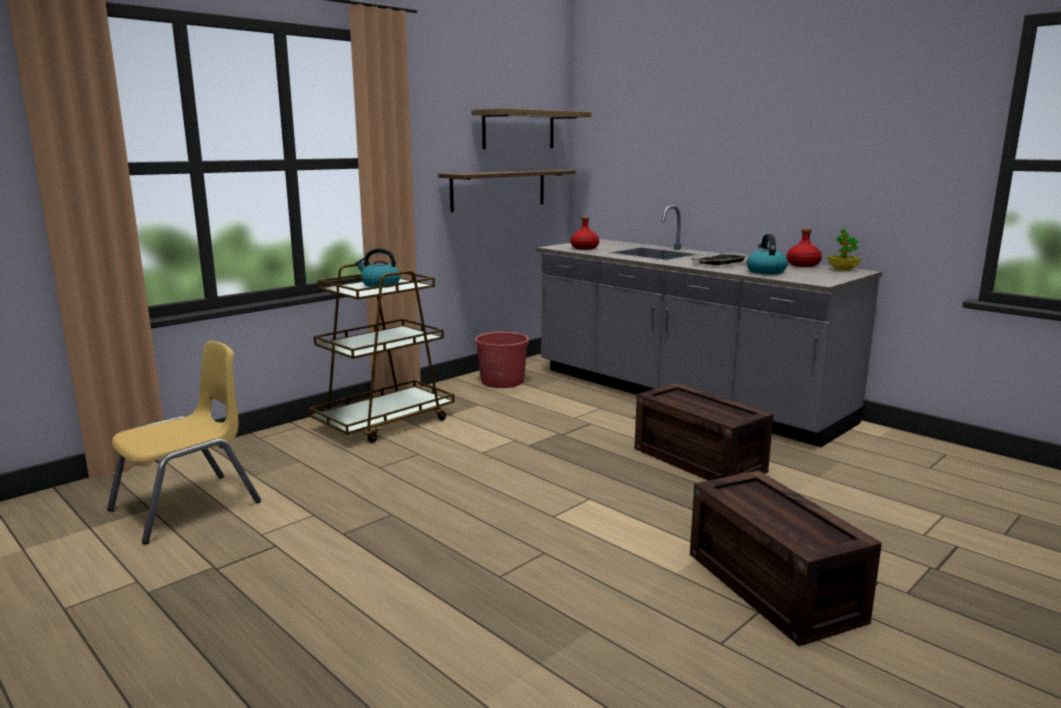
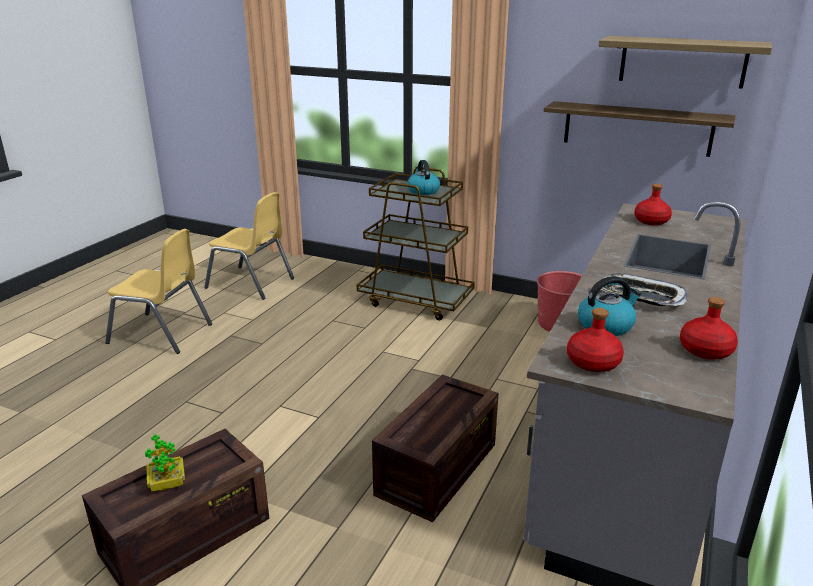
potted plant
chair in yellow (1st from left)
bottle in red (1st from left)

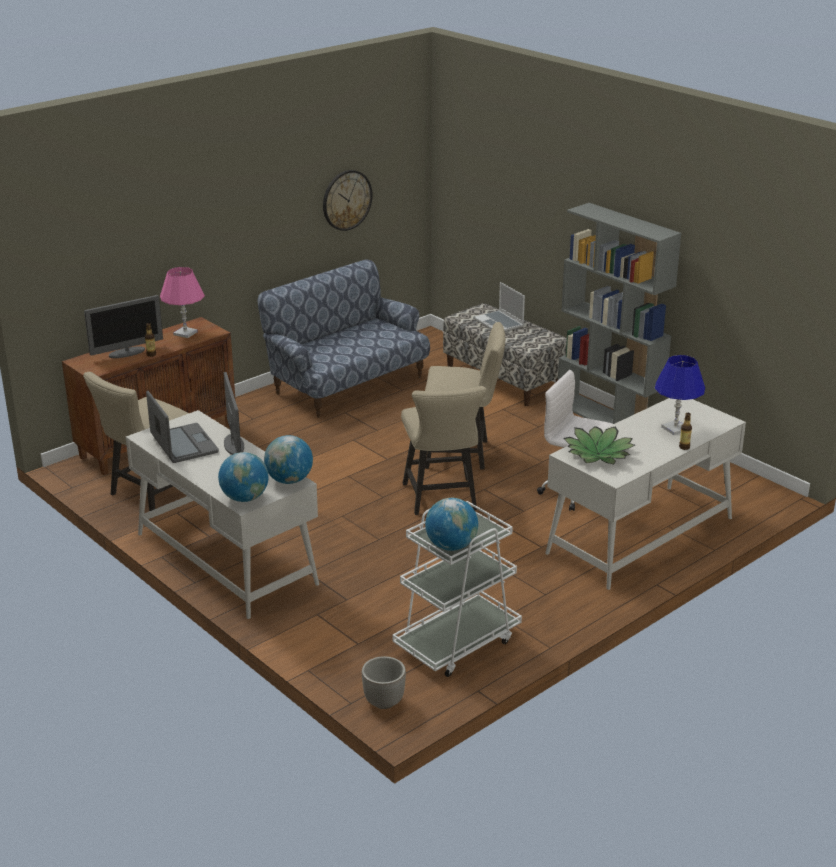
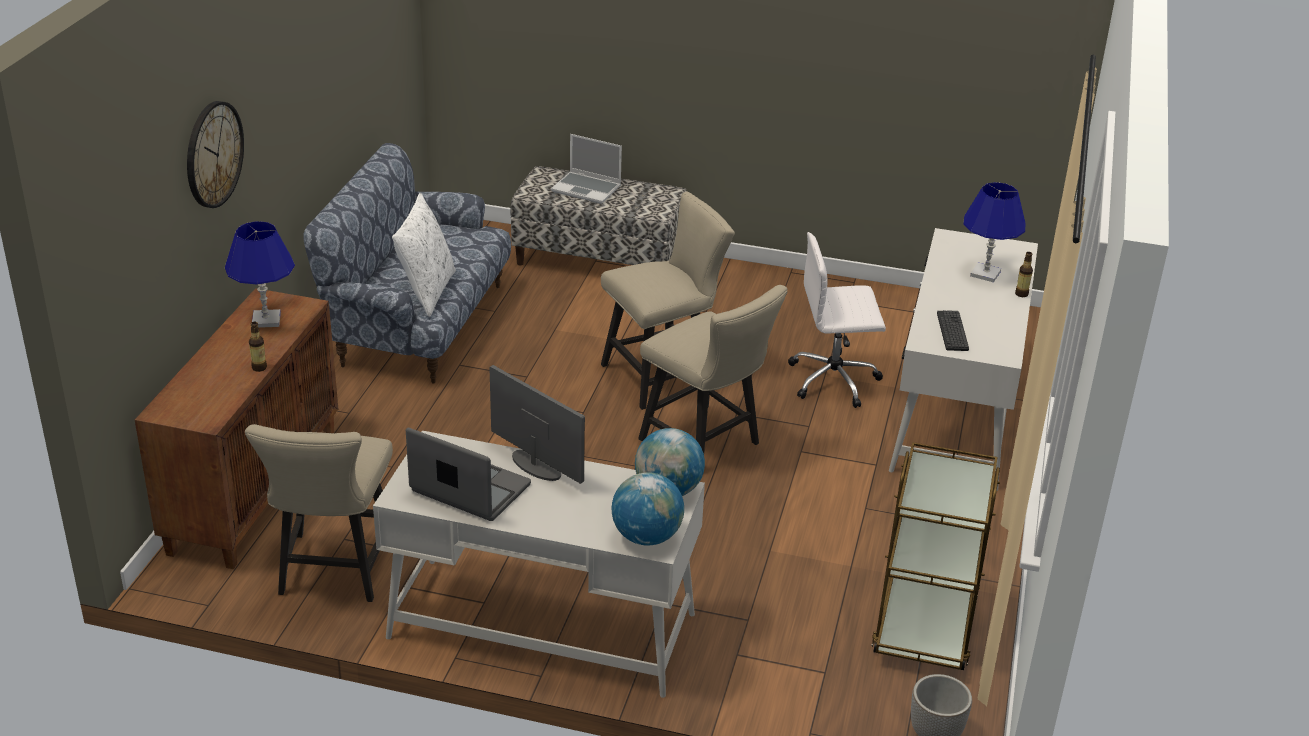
wall clock
bookcase in grey
table lamp in blue (1st from left)
monitor (1st from left in the first image)
keyboard
globe (3rd from left in the first image)
cart in brown
pillow in white

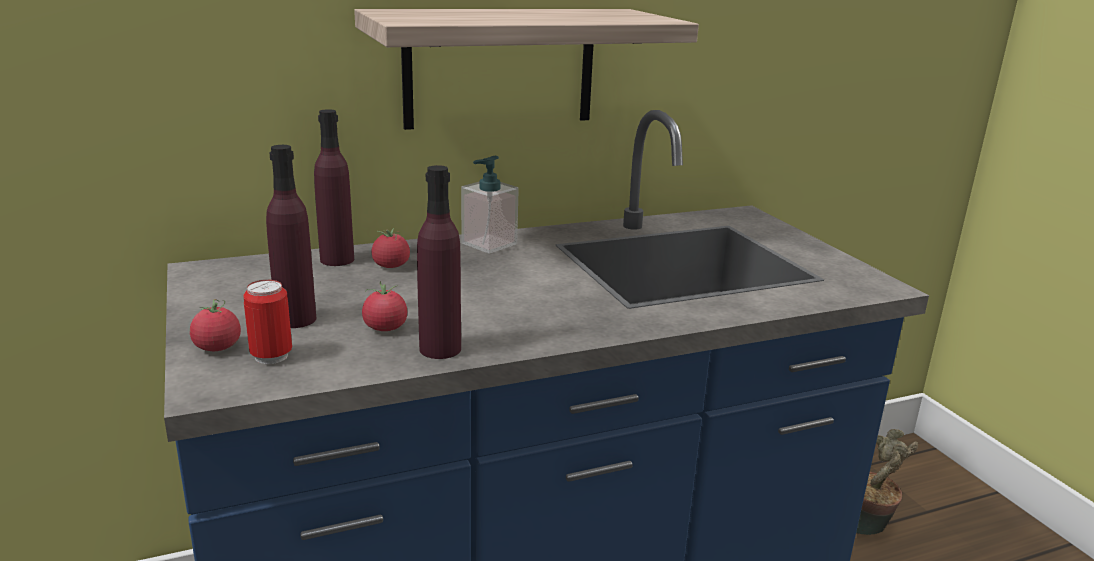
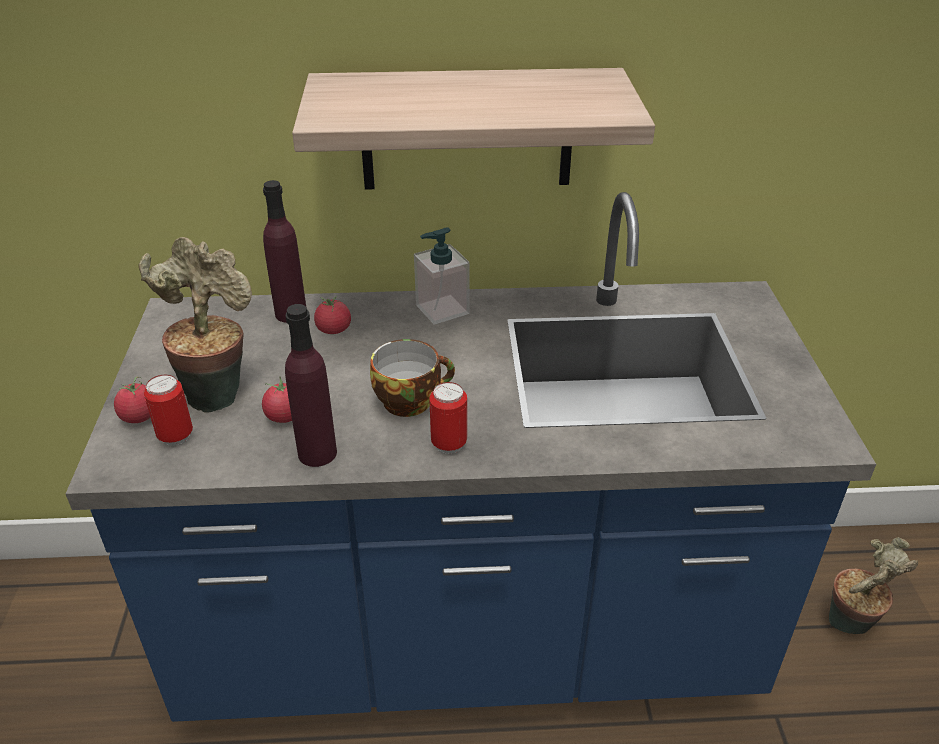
potted plant (1st from left)
cup
can (2nd from left)

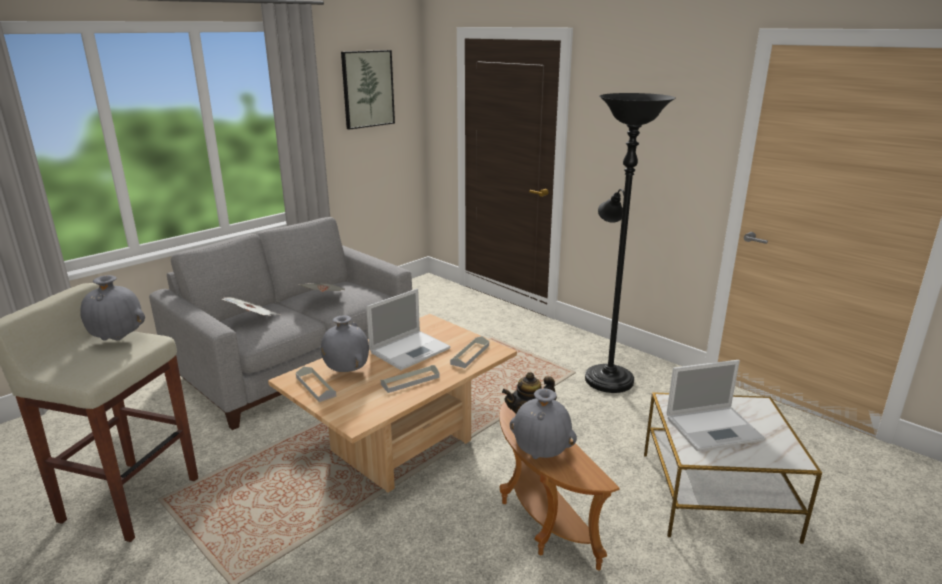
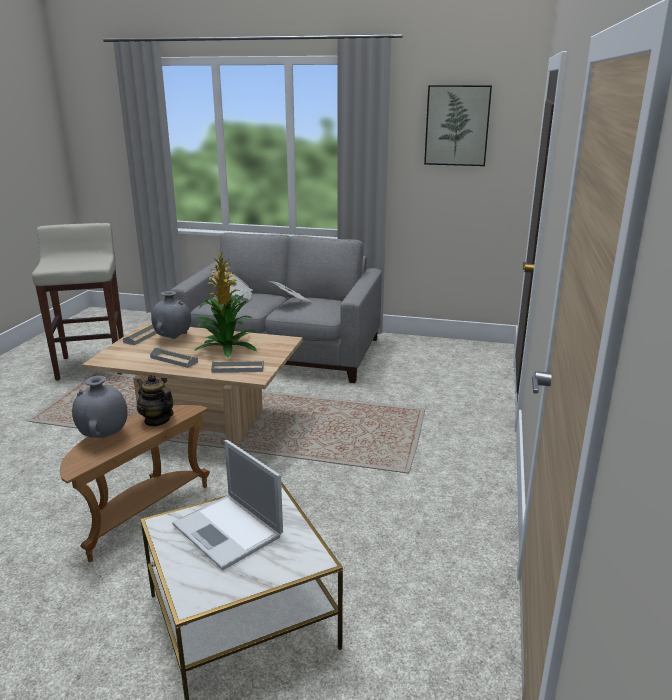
floor lamp in black
vase in grey (1st from left in the first image)
potted plant

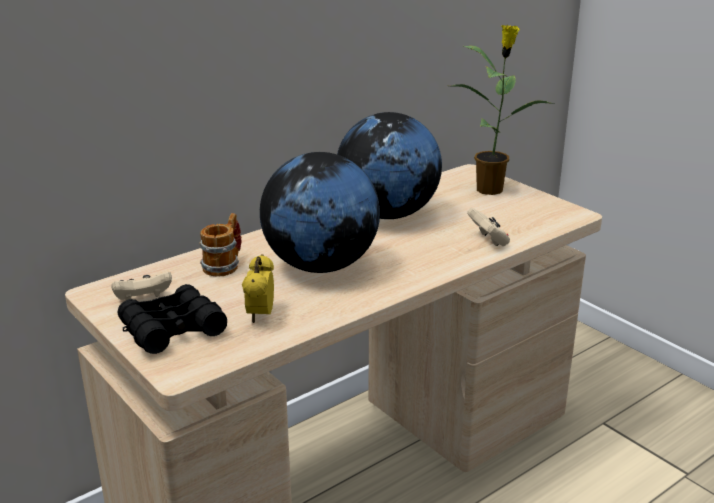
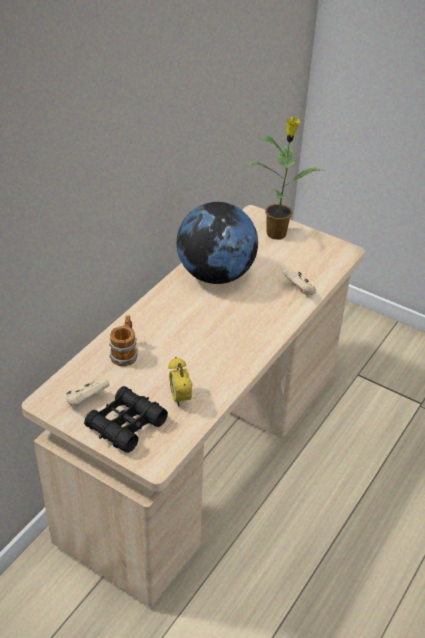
globe (1st from left in the first image)

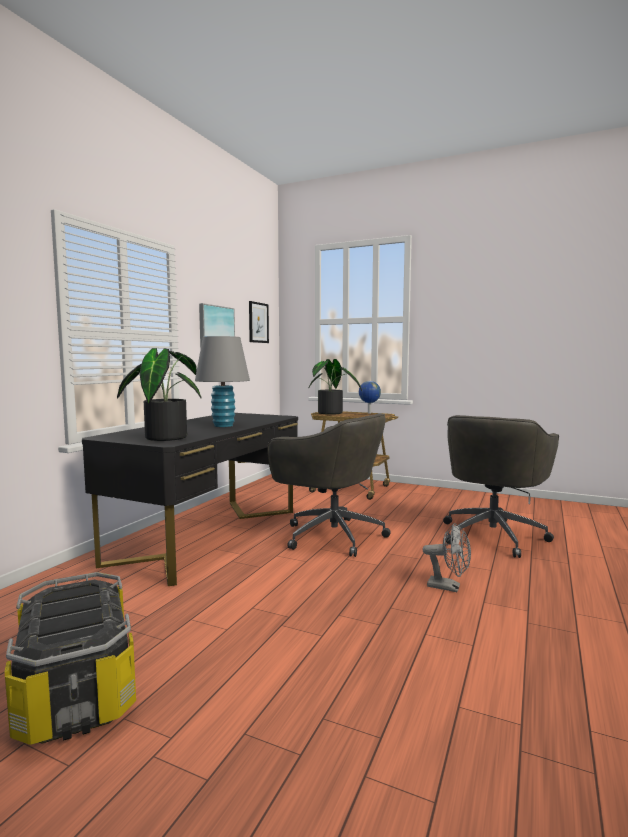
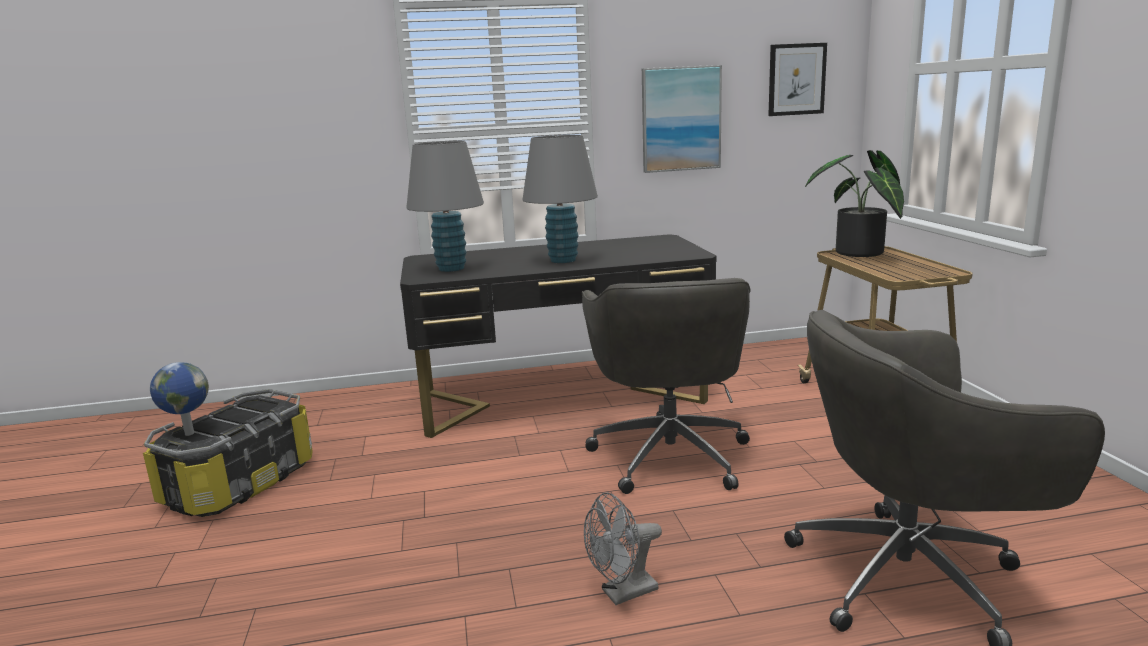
table lamp in grey (1st from left)
globe
fan in grey

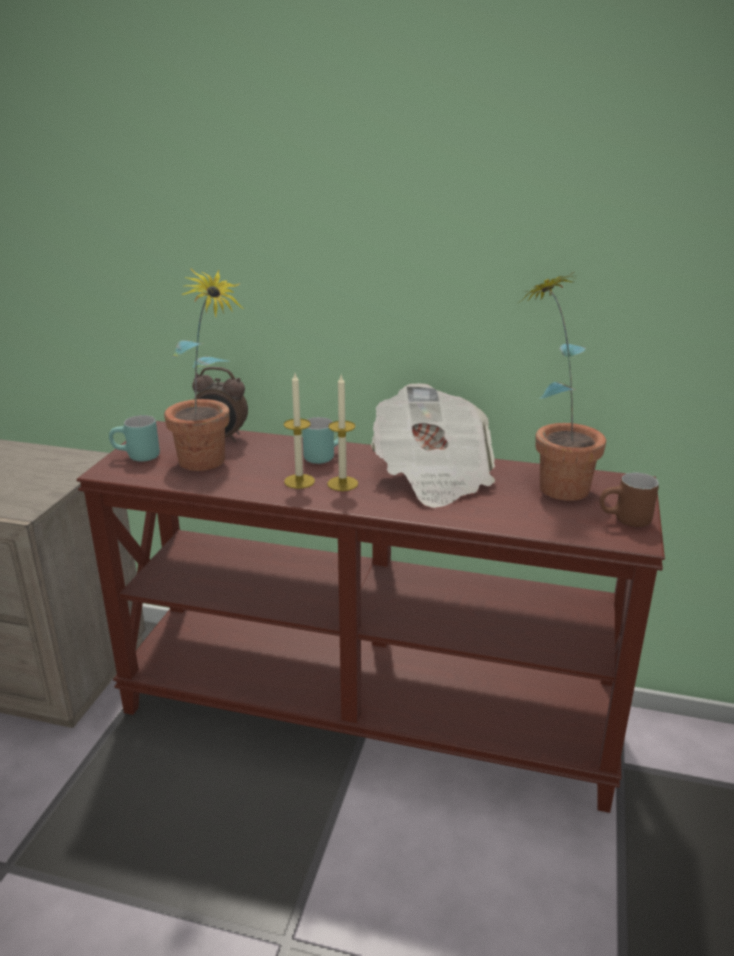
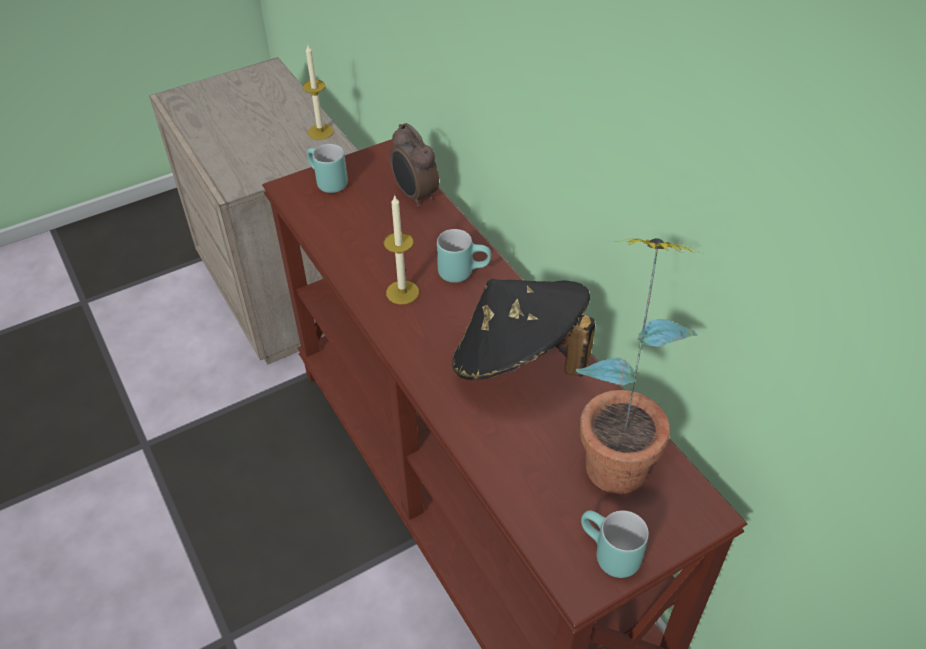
potted plant (1st from left in the first image)
candle (1st from left)
hat in black
mug in turquoise (3rd from left)

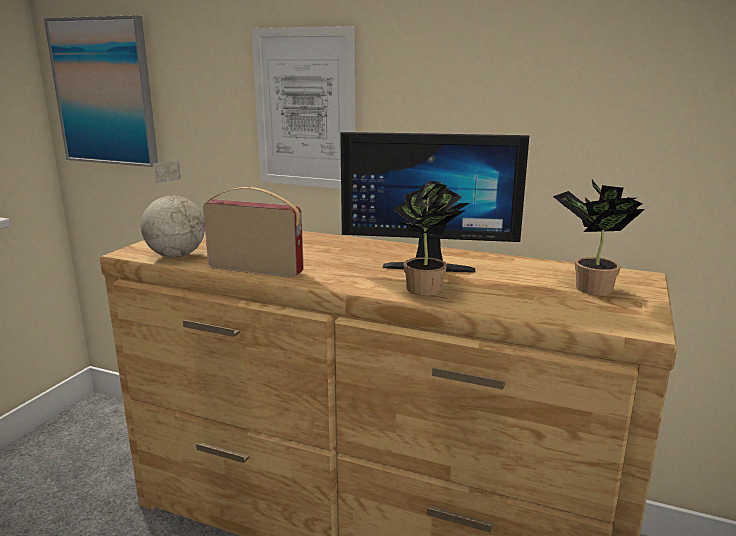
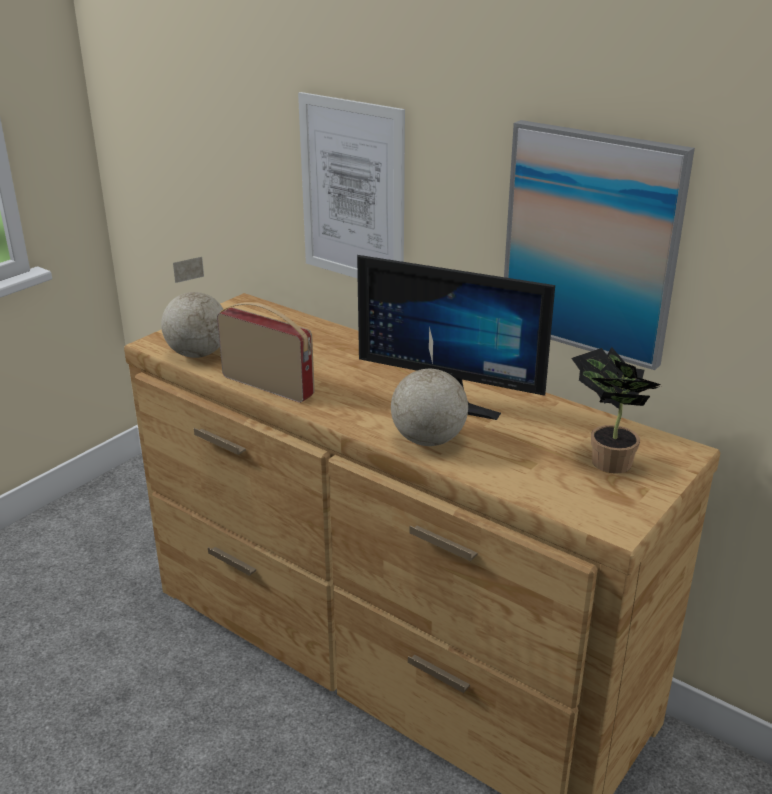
picture (2nd from left)
globe (2nd from left)

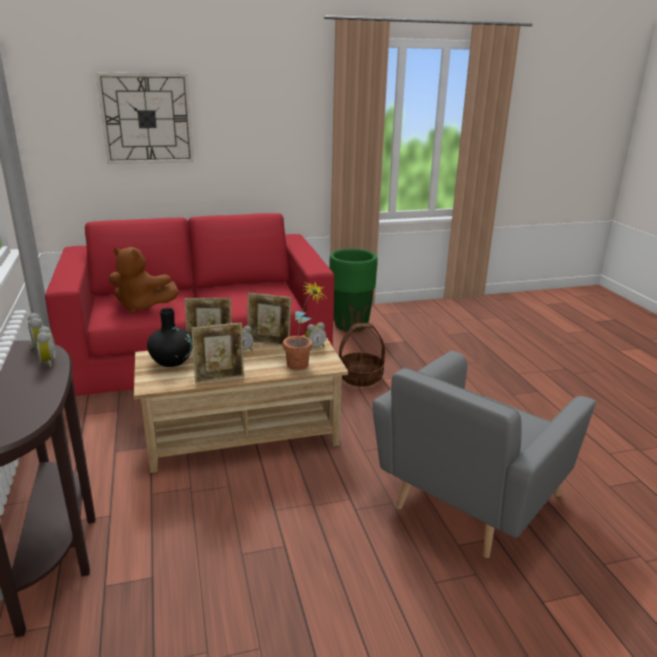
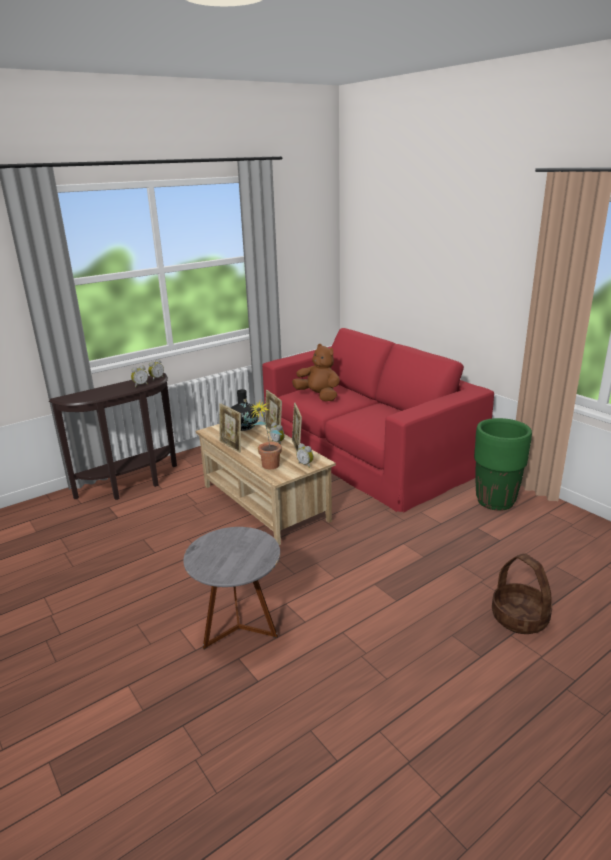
wall clock
plush toy in brown
basket
side table in grey

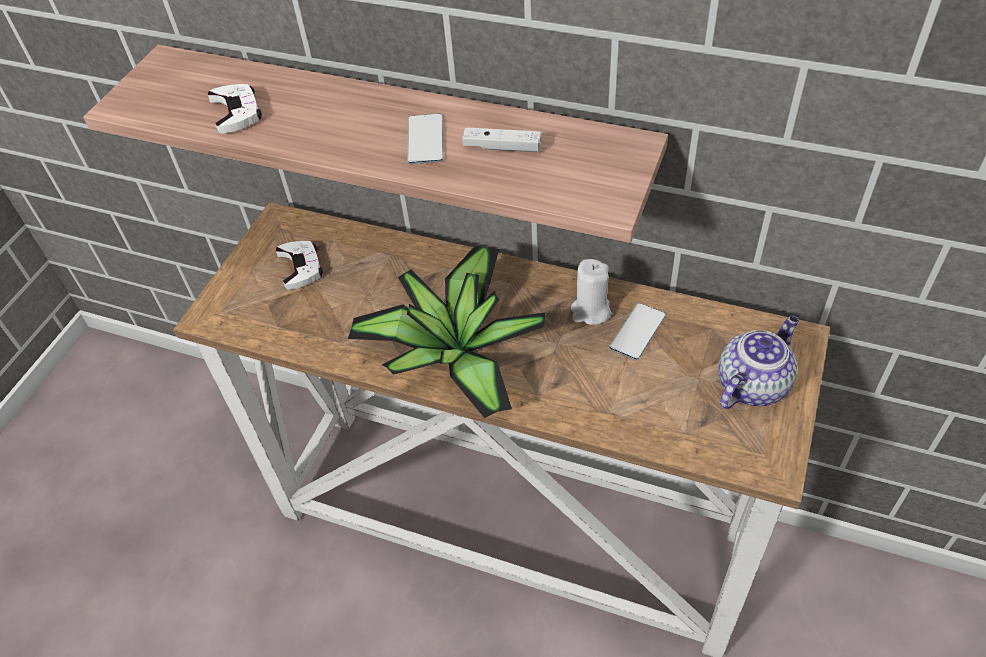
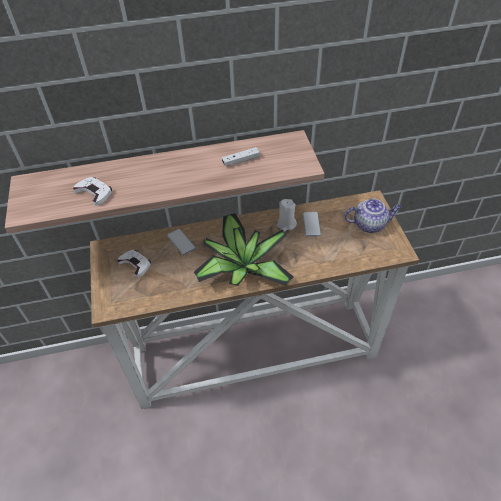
phone (1st from left)
teapot

